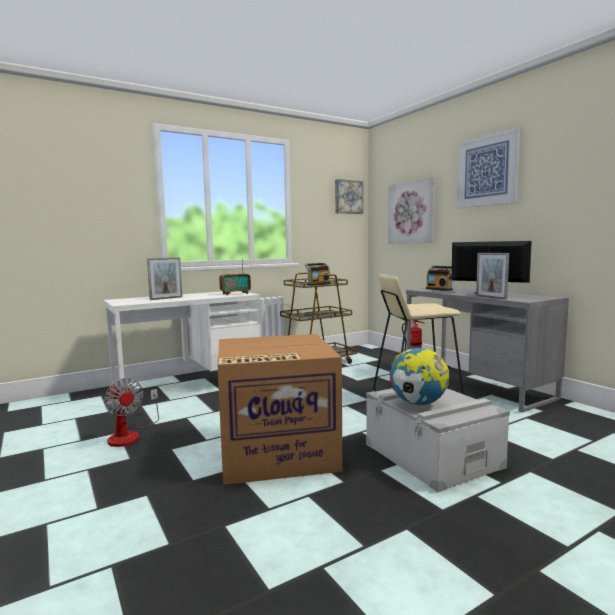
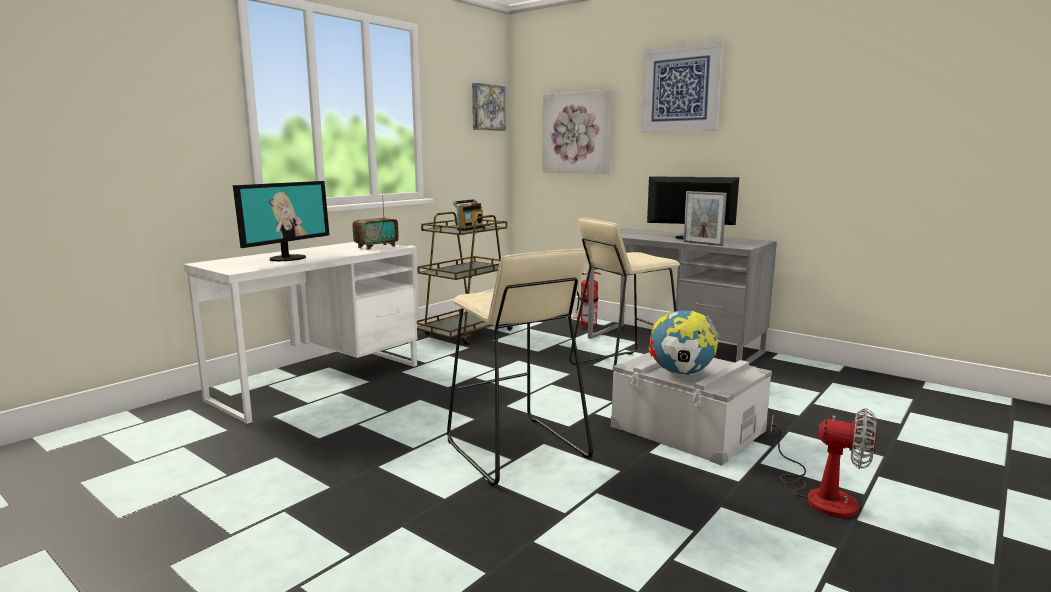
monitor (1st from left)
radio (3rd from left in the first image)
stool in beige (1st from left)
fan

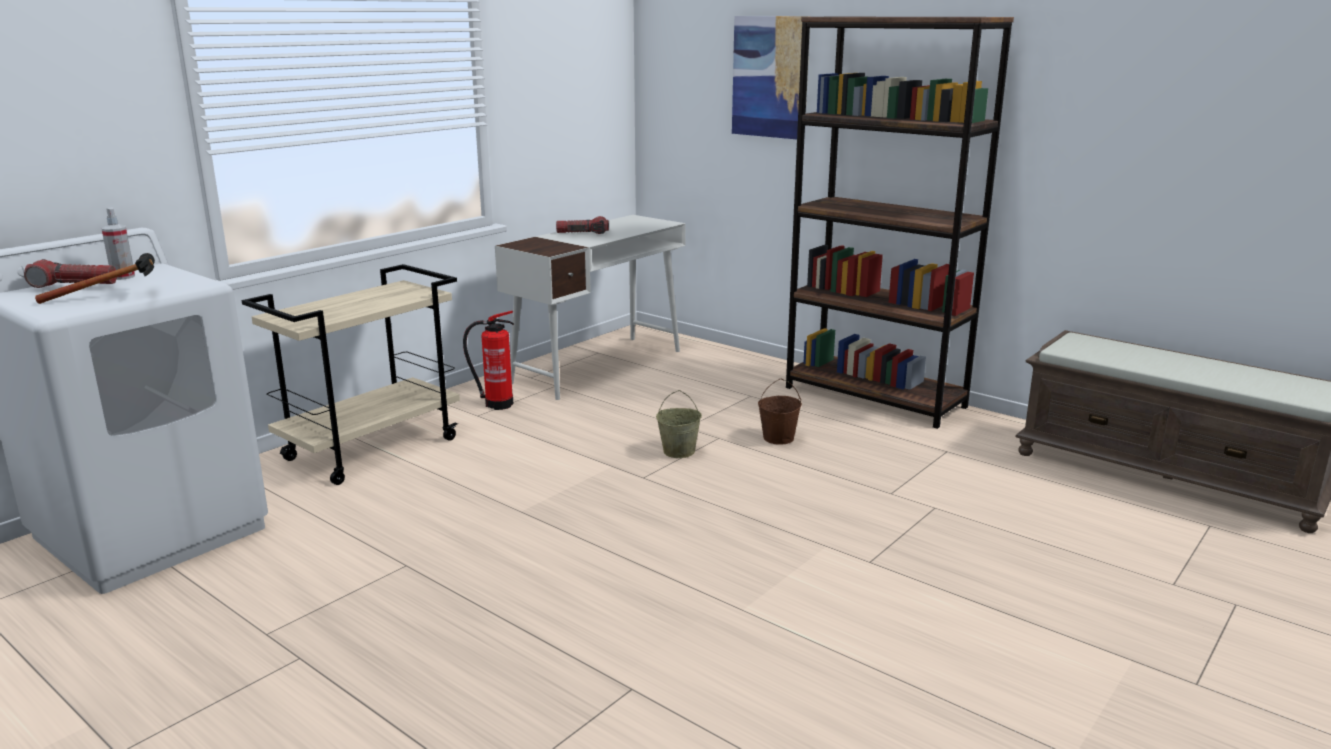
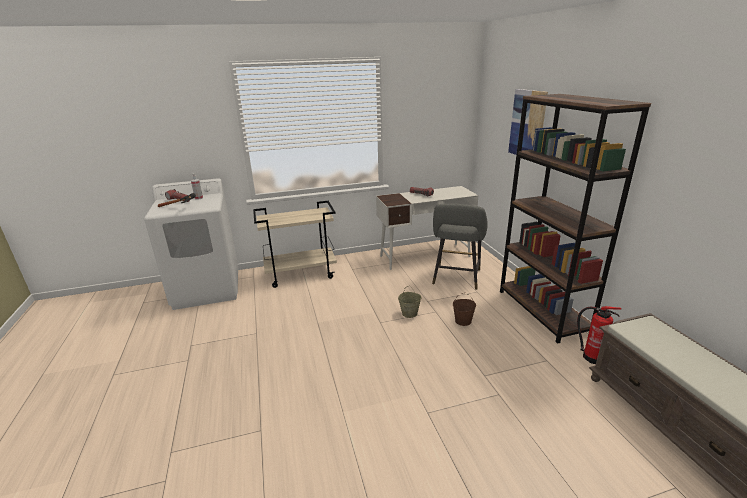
fire extinguisher
stool in grey

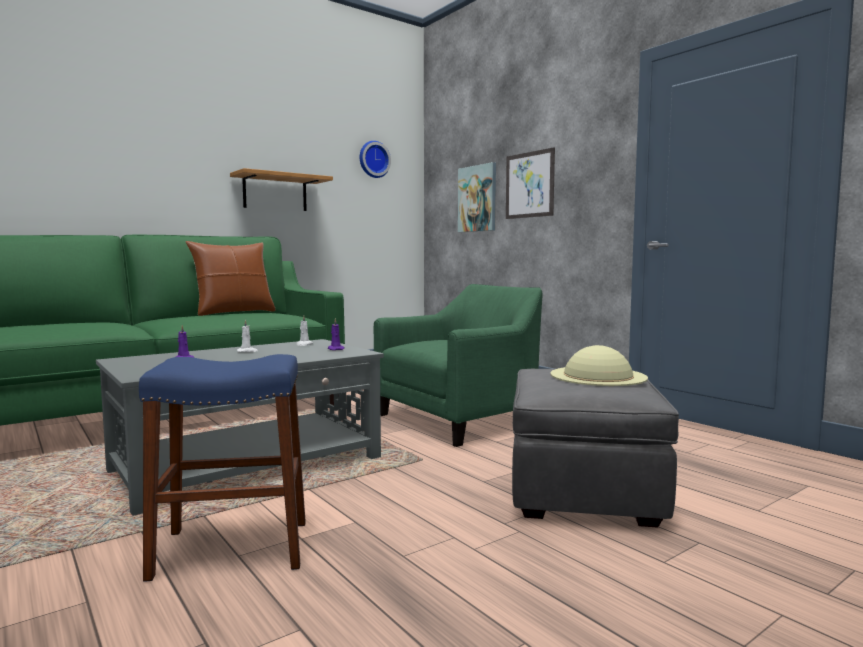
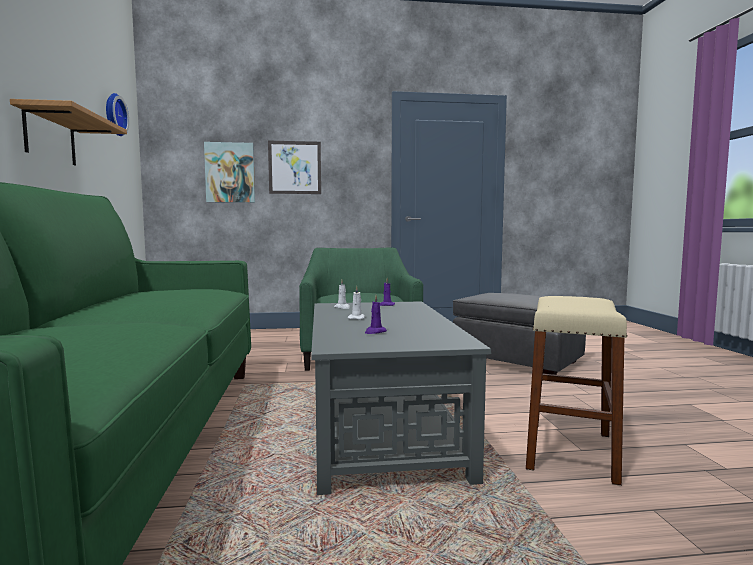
pillow in brown
hat in beige
stool in beige

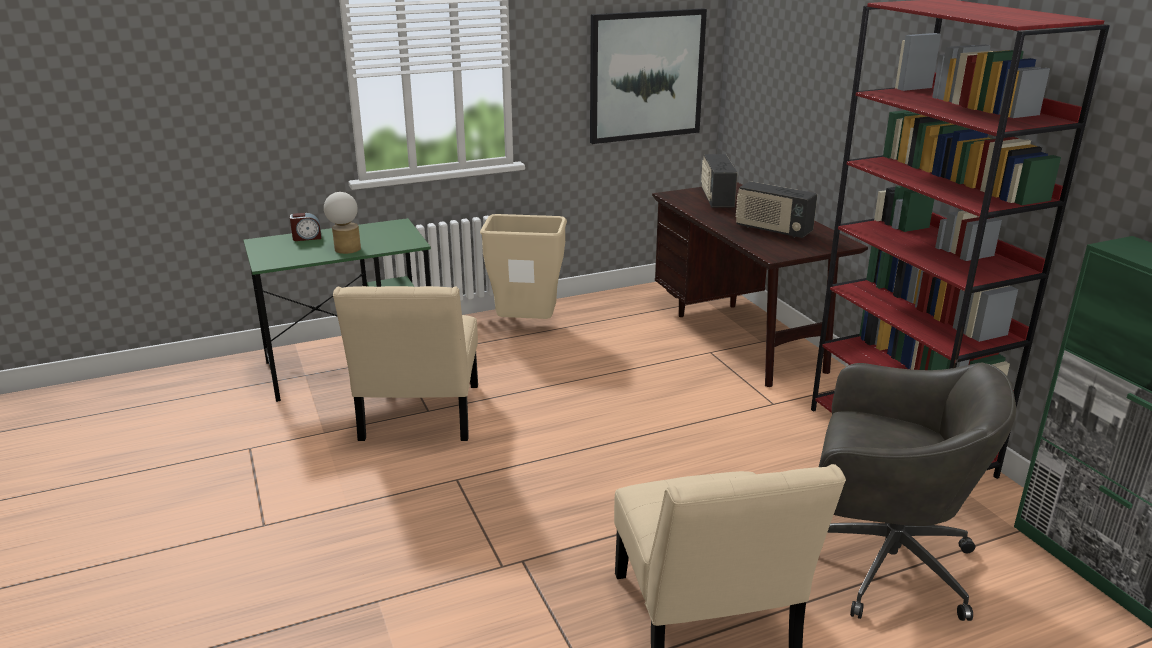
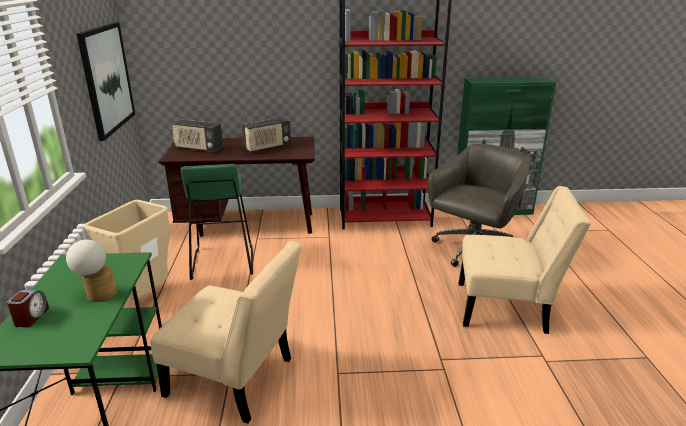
stool in green

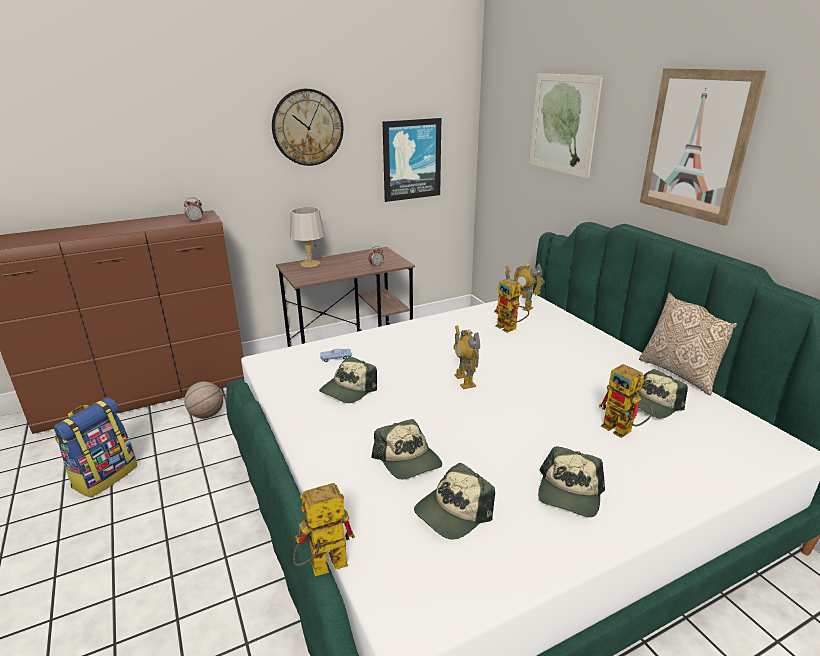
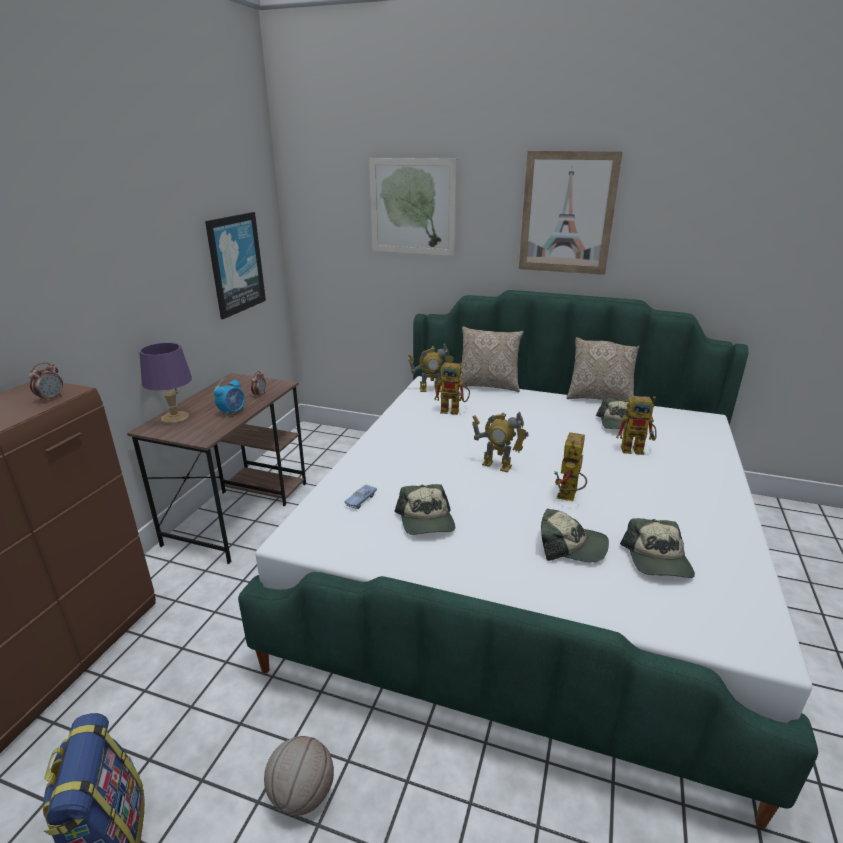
wall clock
table lamp in purple
basketball
cap (4th from left in the first image)
toy robot (4th from left)
pillow (1st from left)
alarm clock (2nd from left)

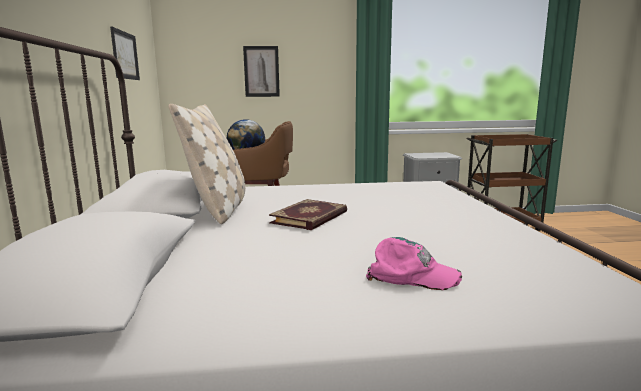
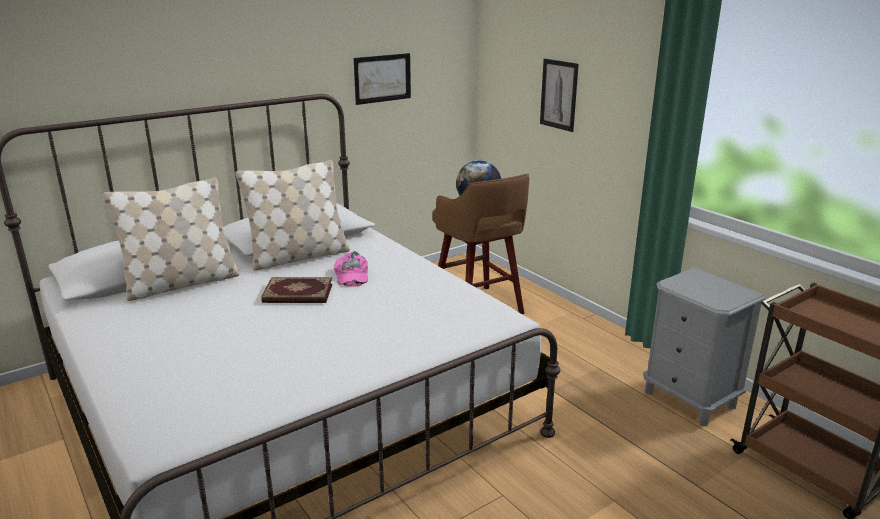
cap in pink
pillow in beige (1st from left)

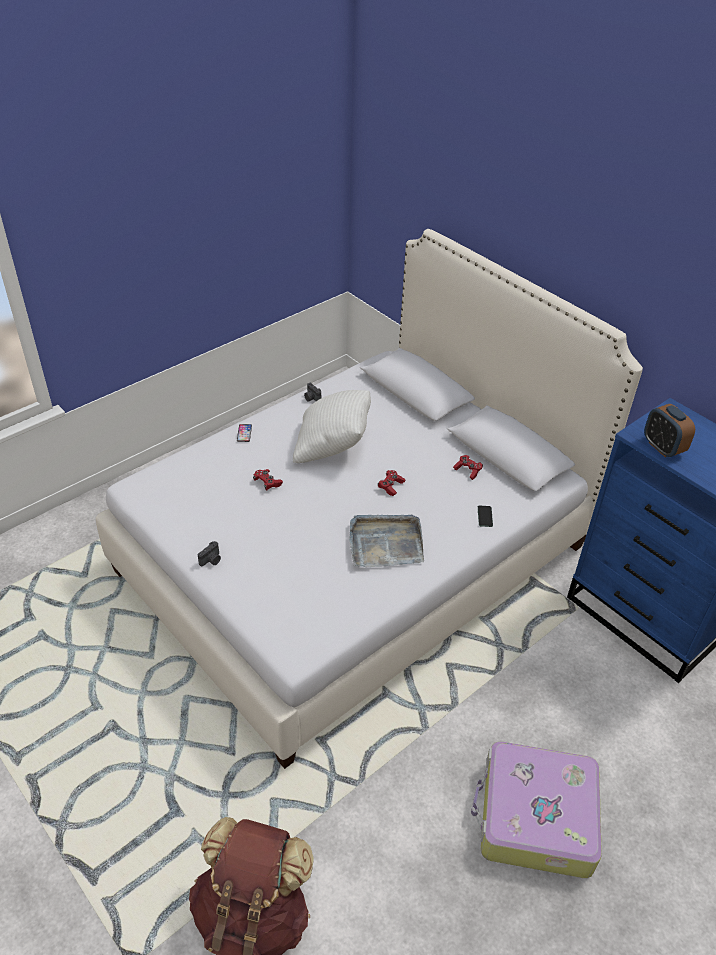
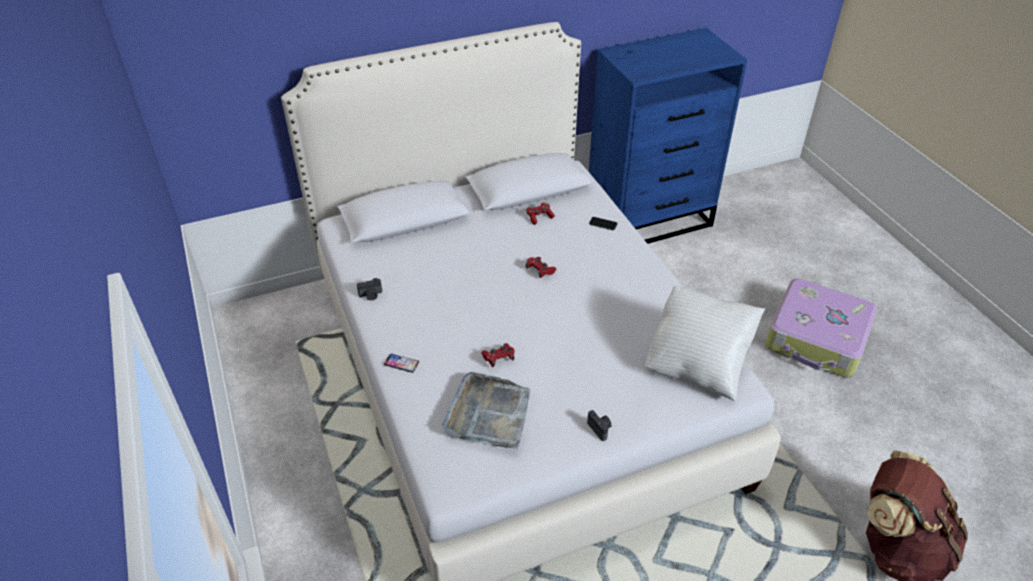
pillow in white
alarm clock
tray in grey

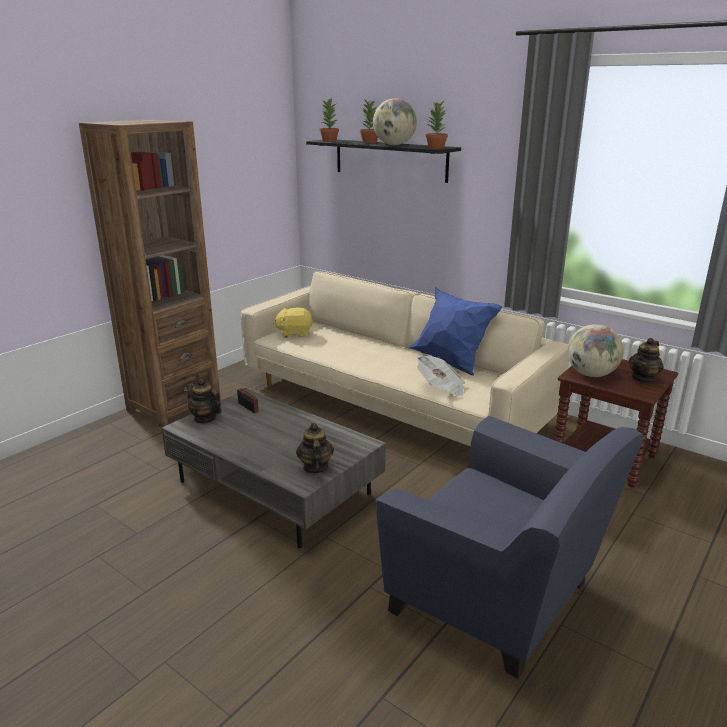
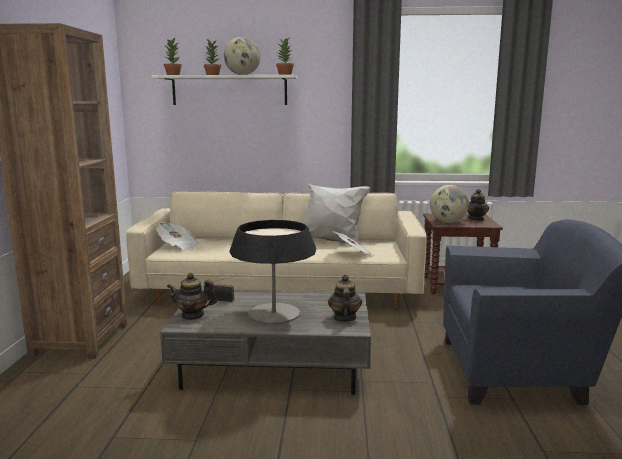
shelf in white
pillow in white
newspaper (1st from left)
teapot (2nd from left)
table lamp

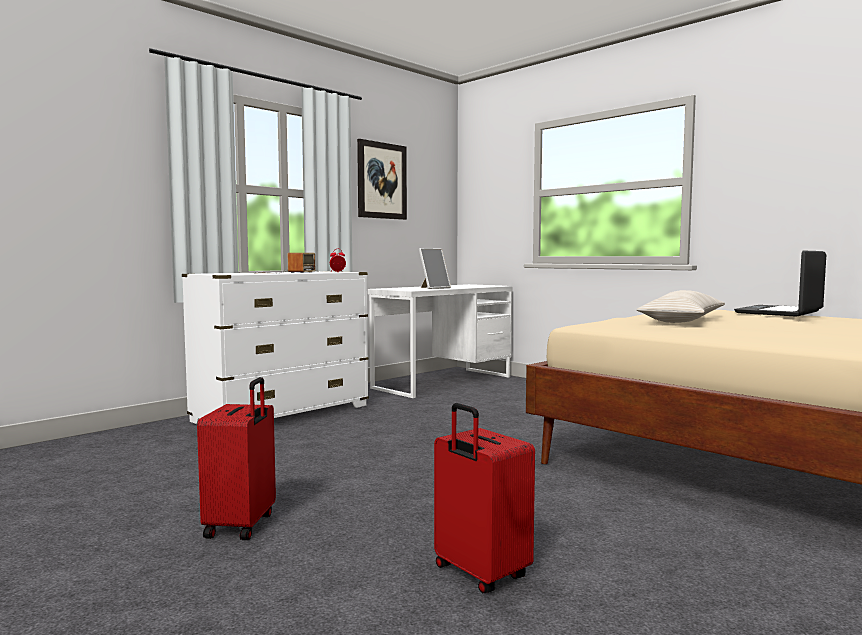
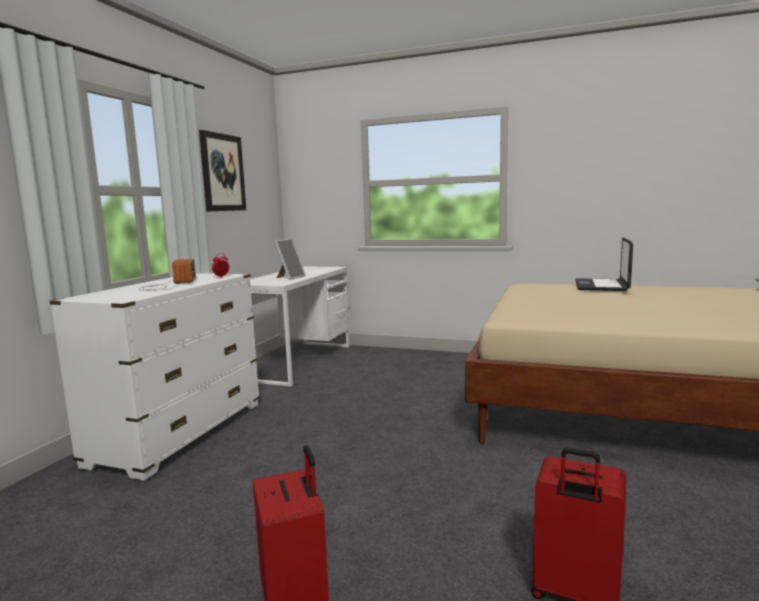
pillow in beige

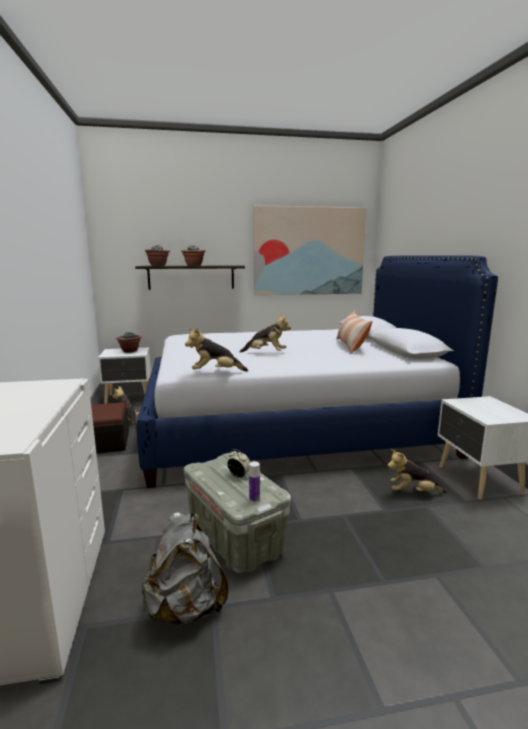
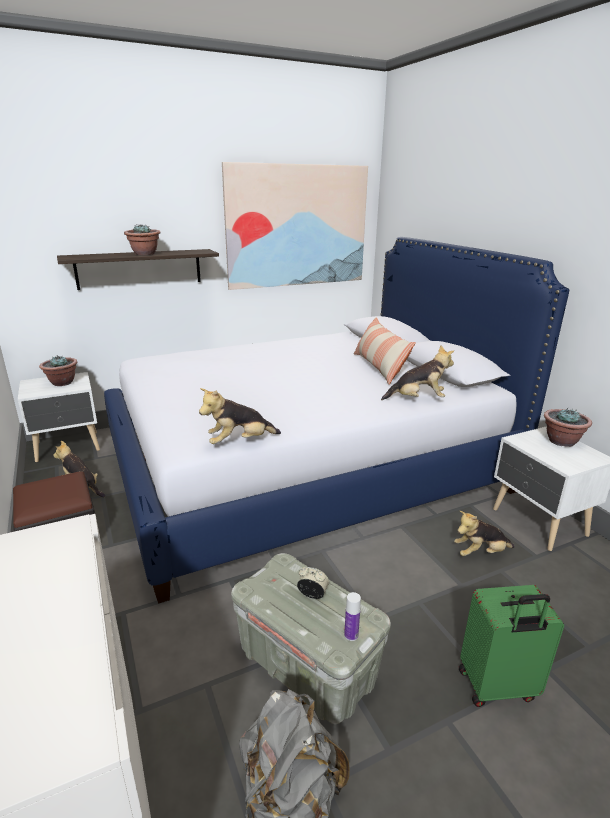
potted plant (3rd from left)
plush toy (3rd from left)
suitcase in green

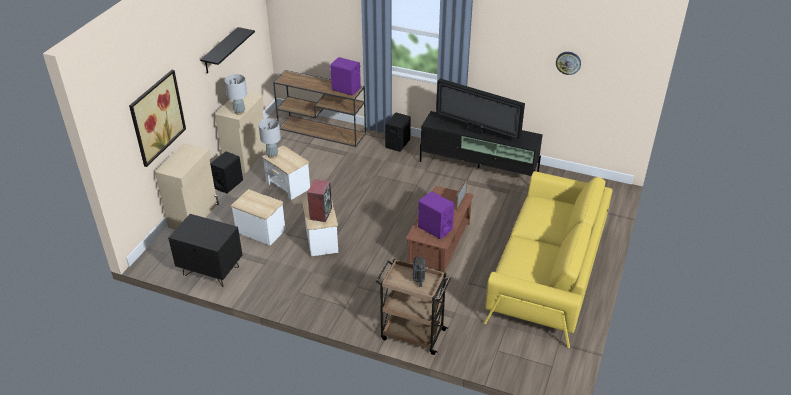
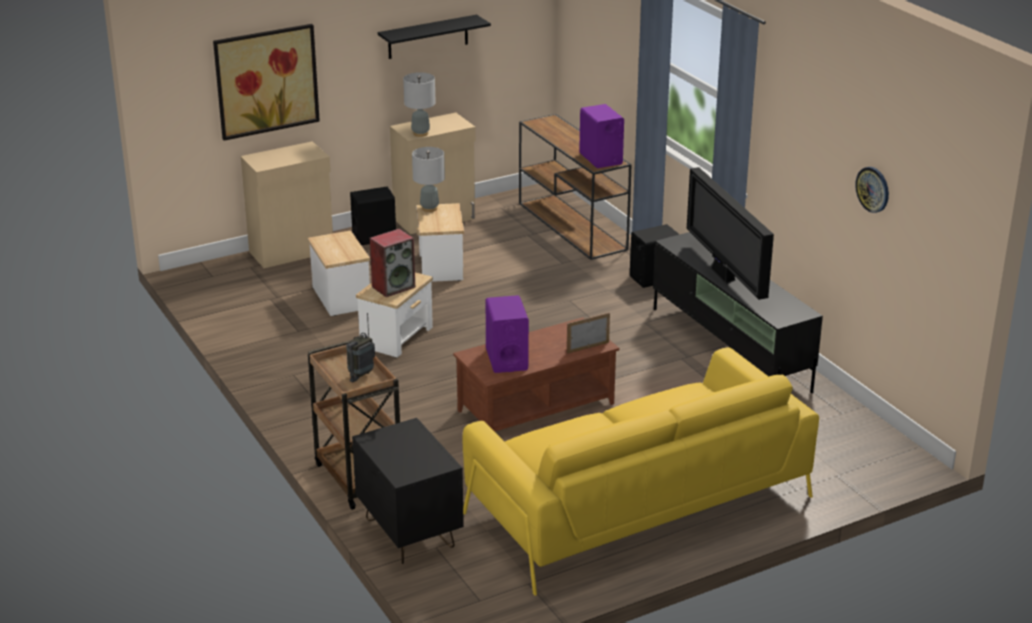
nightstand in black

